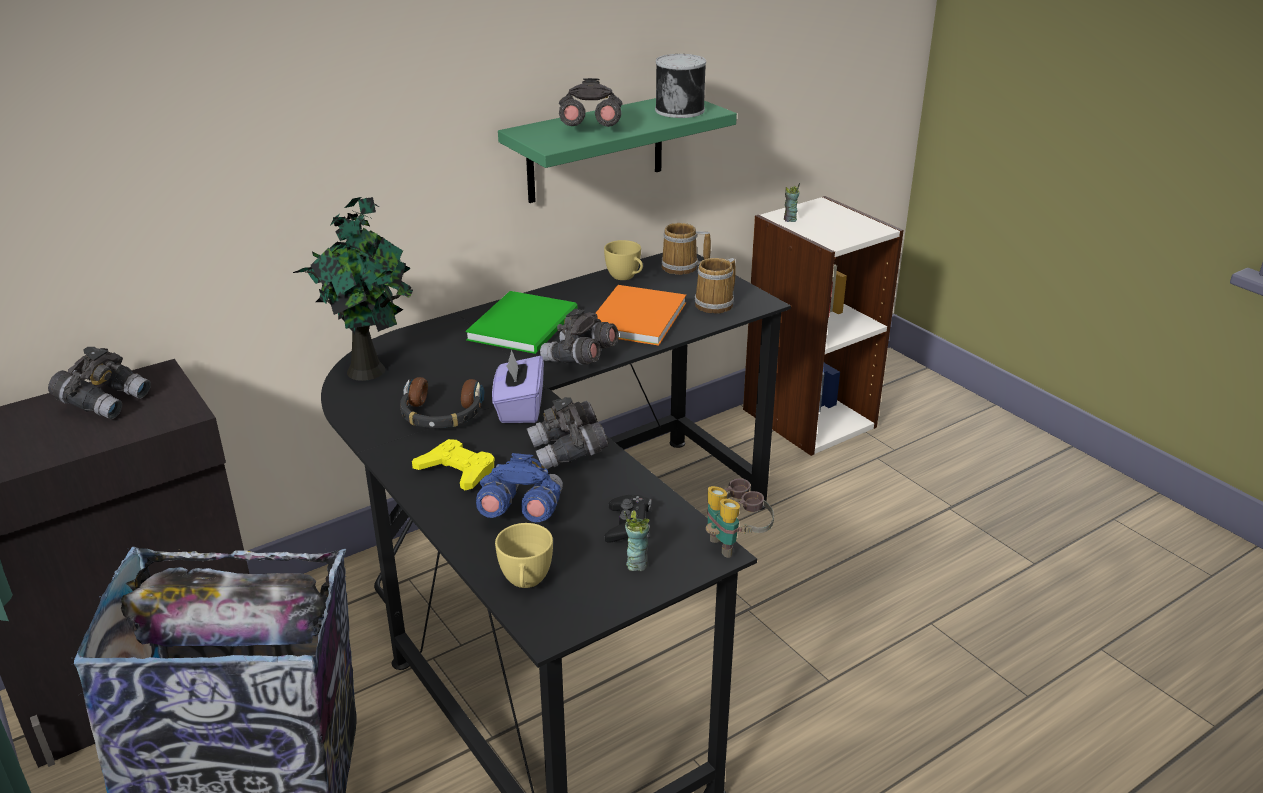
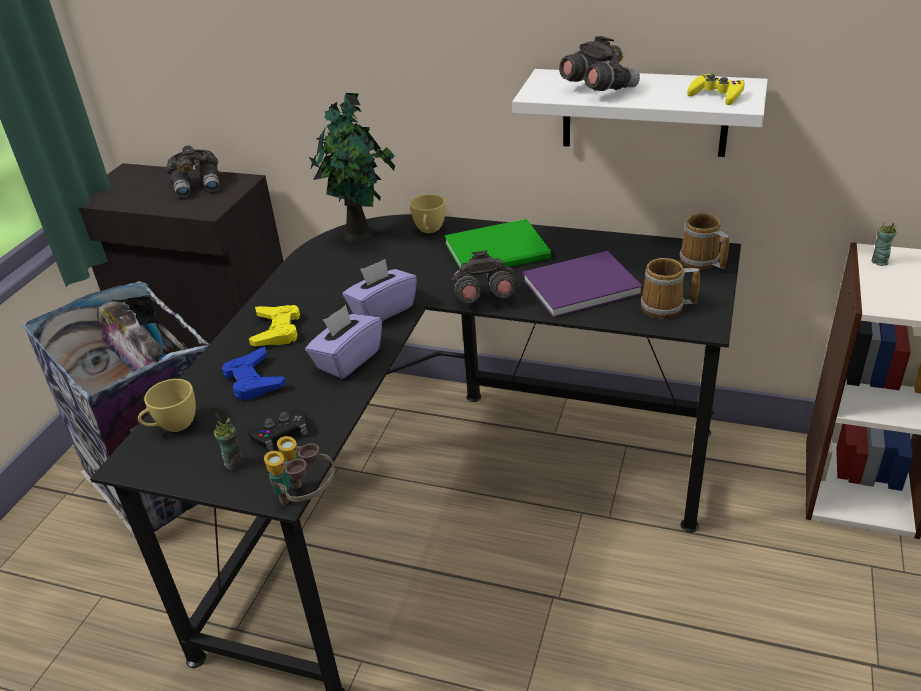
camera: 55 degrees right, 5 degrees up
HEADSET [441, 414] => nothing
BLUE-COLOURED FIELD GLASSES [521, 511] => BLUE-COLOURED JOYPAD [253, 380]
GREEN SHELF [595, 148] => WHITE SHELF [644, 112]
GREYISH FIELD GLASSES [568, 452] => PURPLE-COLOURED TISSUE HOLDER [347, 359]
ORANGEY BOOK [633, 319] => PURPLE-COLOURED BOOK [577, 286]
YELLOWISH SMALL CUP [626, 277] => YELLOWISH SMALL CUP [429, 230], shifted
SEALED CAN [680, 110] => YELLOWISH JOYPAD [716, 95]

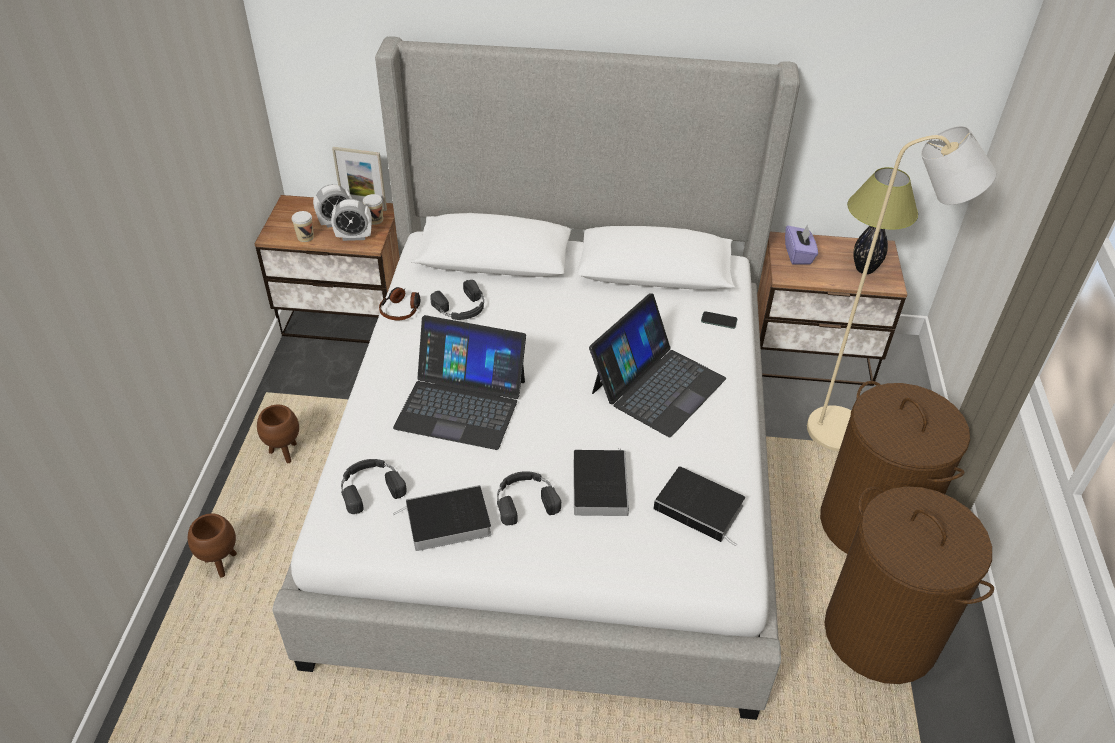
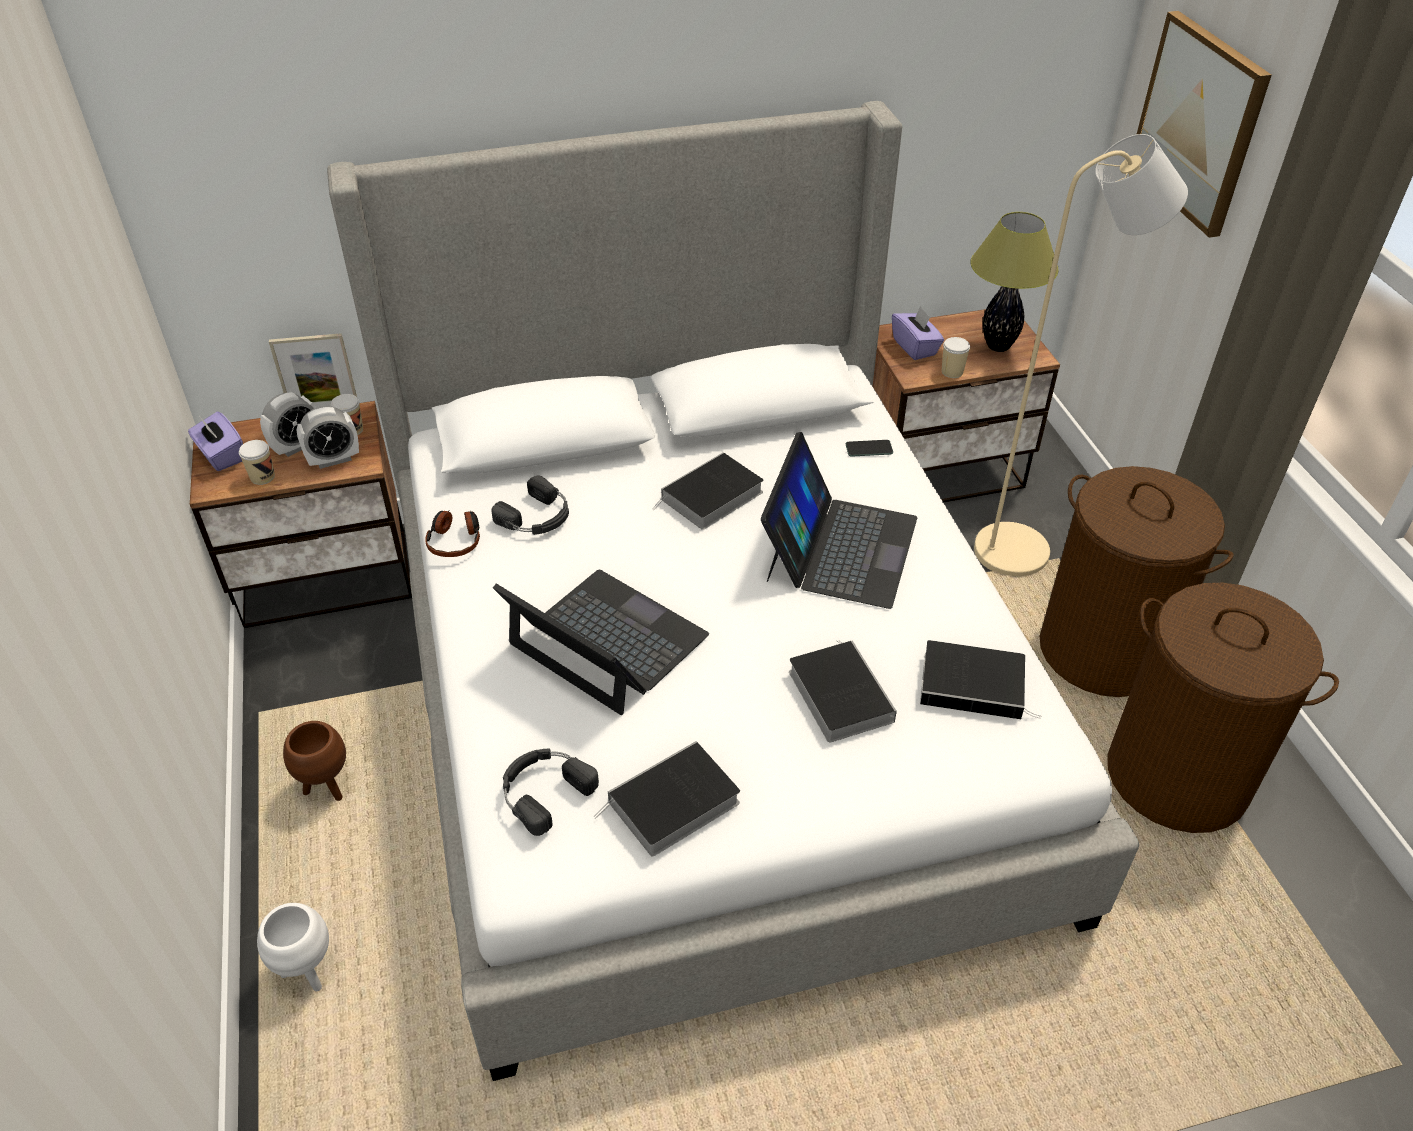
camera: 20 degrees left, 0 degrees up
BROWN PLANTER [221, 564] => WHITE PLANTER [308, 972]
NOTEBOOK COMPUTER [461, 403] => NOTEBOOK COMPUTER [606, 641], 135 degrees counterclockwise
BLACKISH HEADSET [525, 500] => nothing
nothing => PURPLE-COLOURED TISSUE HOLDER [221, 456]
nothing => BOOK [711, 497]
nothing => SMALL CUP [952, 372]
nothing => WALL PICTURE [1199, 123]

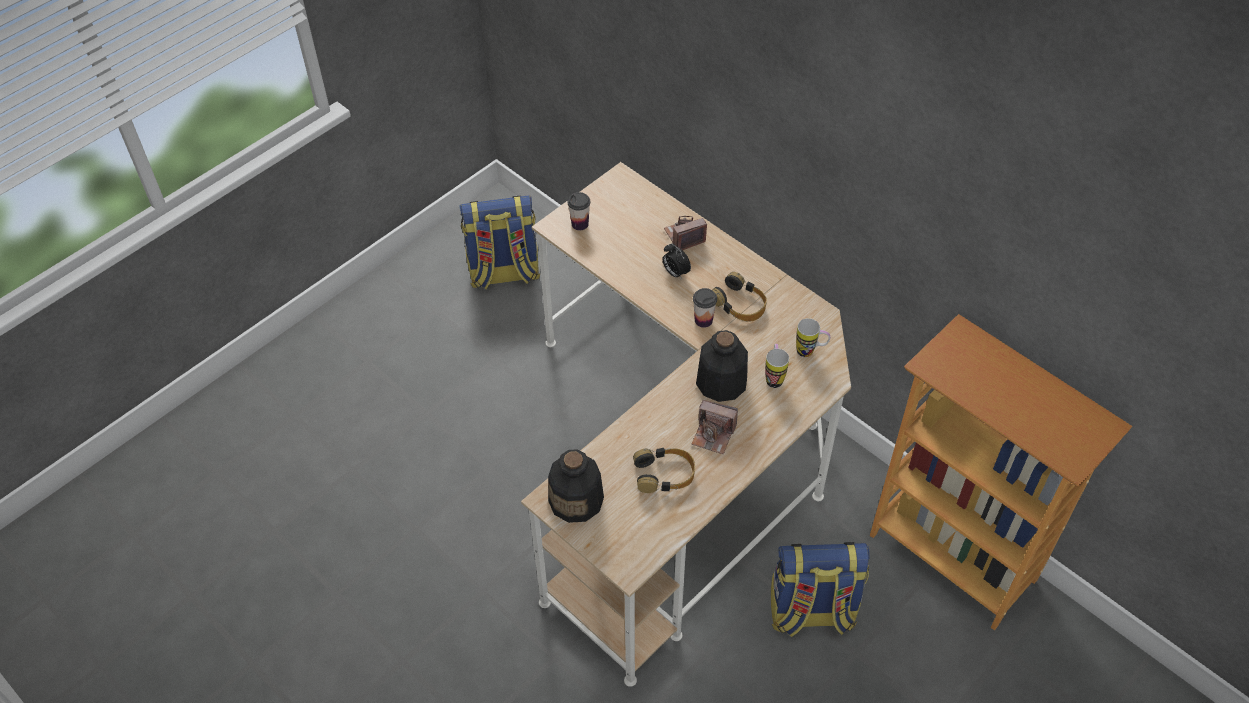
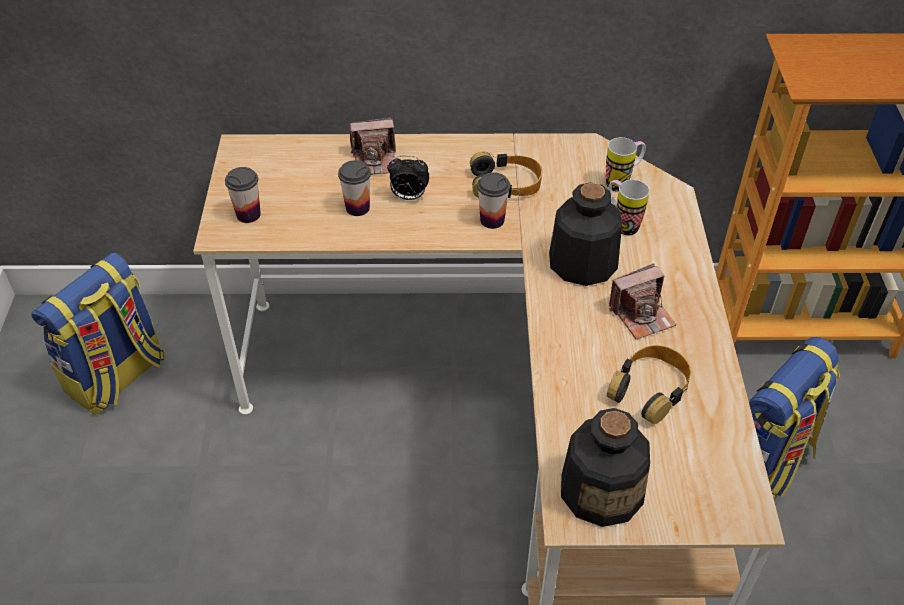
camera: 45 degrees left, 5 degrees down
STILL CAMERA [684, 237] => STILL CAMERA [375, 160], 120 degrees counterclockwise
nothing => SMALL CUP [357, 208]

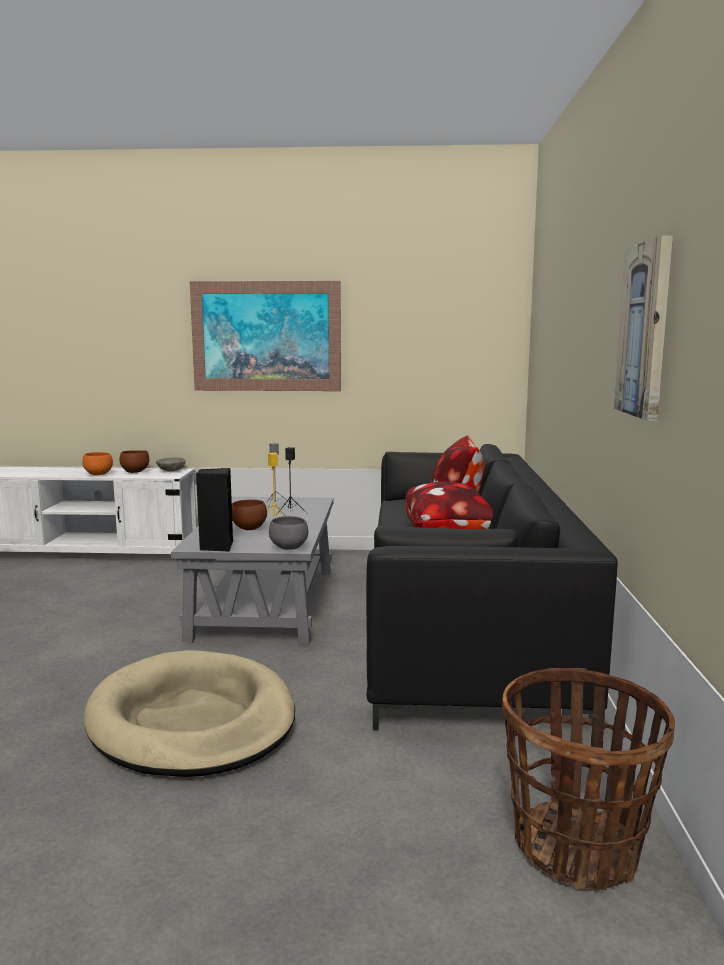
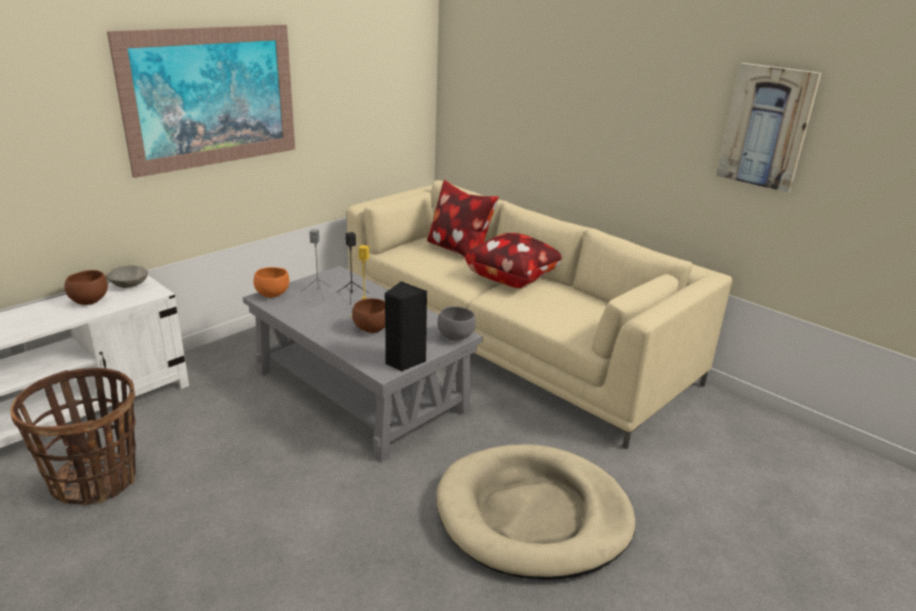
camera: 50 degrees left, 15 degrees up
ORANGEY SERVING BOWL [99, 474] => ORANGEY SERVING BOWL [272, 294], shifted
BLACKISH COUCH [461, 620] => BEIGE-COLOURED COUCH [512, 340]
BASKET [577, 848] => BASKET [95, 480], shifted

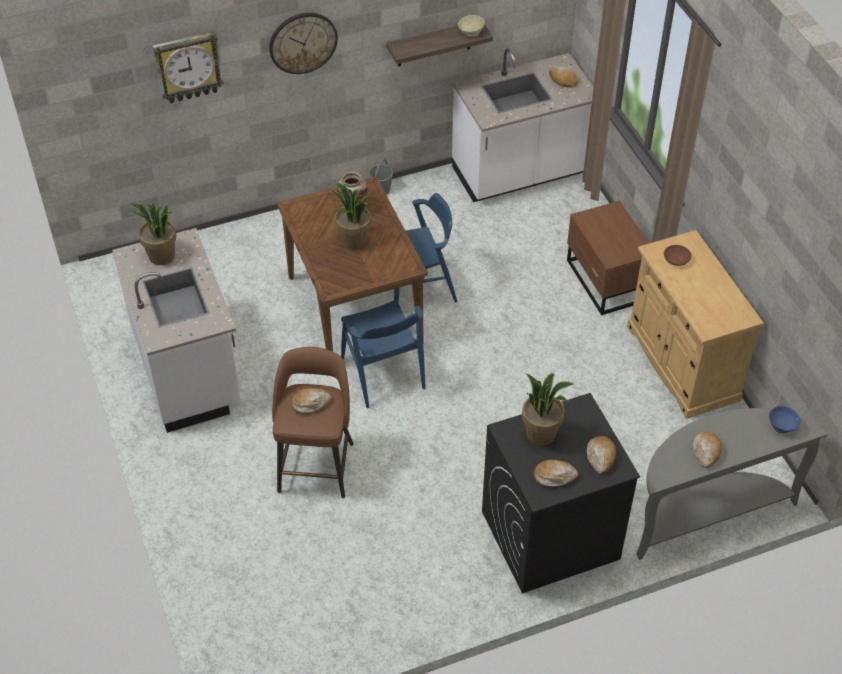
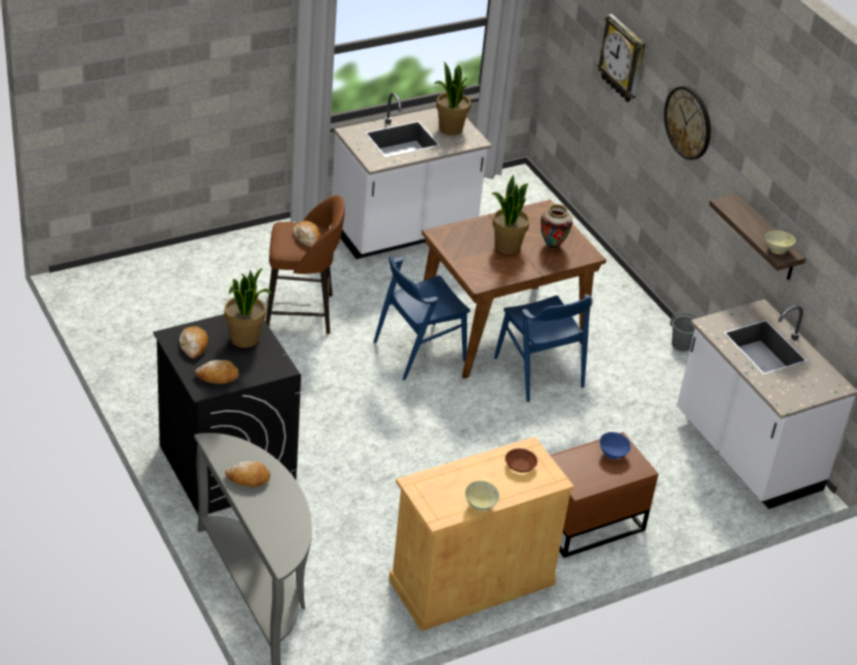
camera: 80 degrees right, 10 degrees down
BREAD [563, 80] => nothing
BLUE-COLOURED SERVING BOWL [782, 427] => BLUE-COLOURED SERVING BOWL [612, 454], shifted
nothing => BEIGE-COLOURED SERVING BOWL [480, 505]

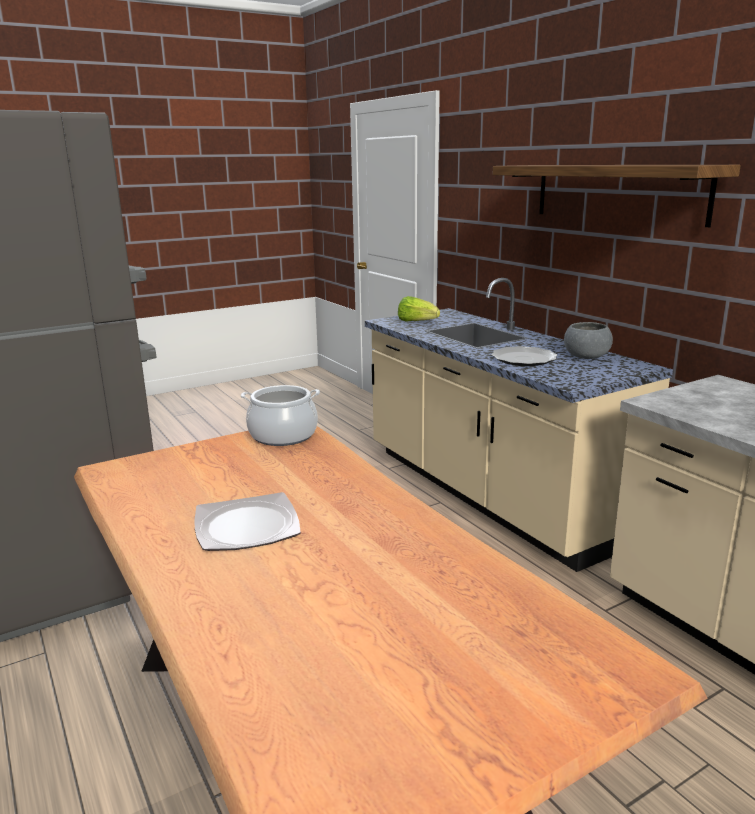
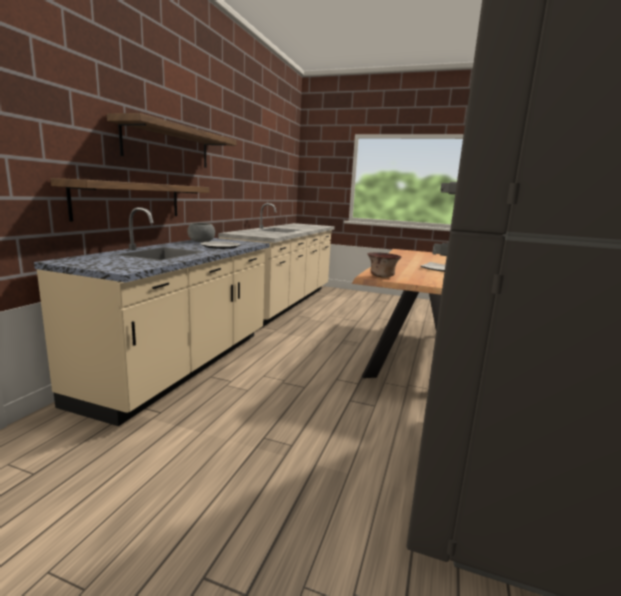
camera: 130 degrees left, 5 degrees down
STOCKPOT [283, 435] => SERVING BOWL [381, 276]
LETTUCE HEAD [416, 322] => nothing
nothing => SHELF [130, 200]

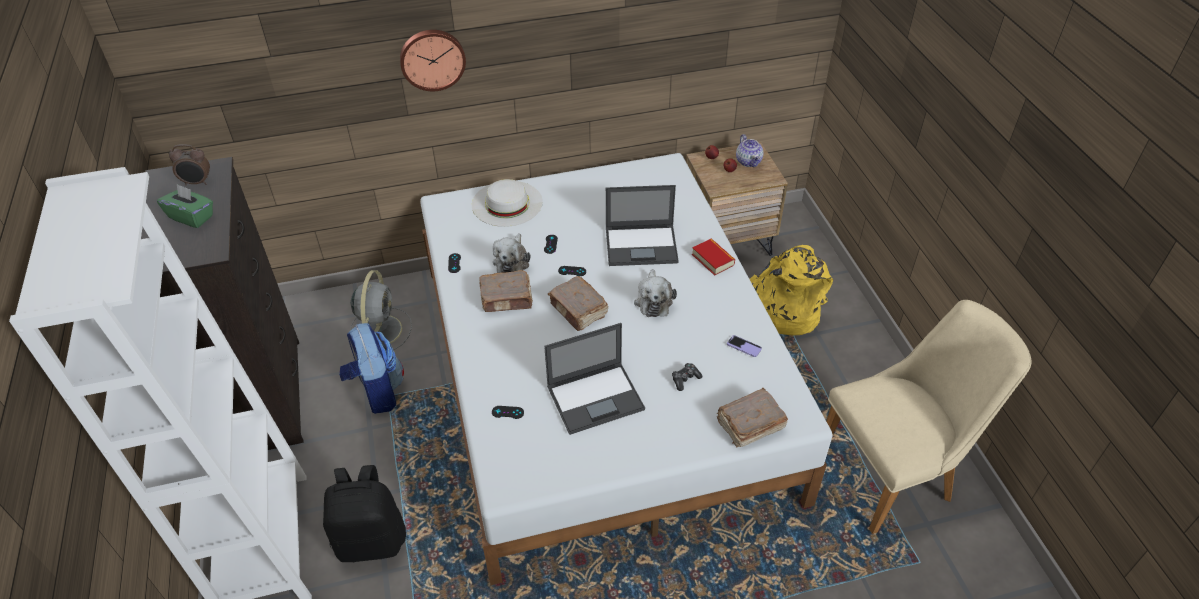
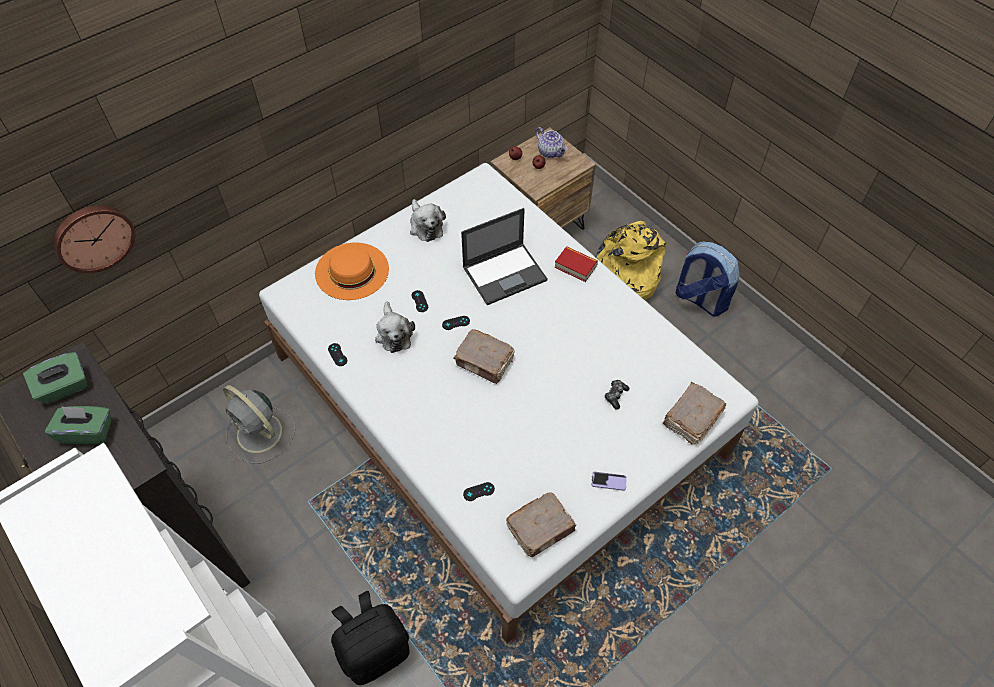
camera: 25 degrees left, 10 degrees up
ALARM CLOCK [197, 182] => GREEN TISSUE HOLDER [64, 387]
KNAPSACK [377, 391] => KNAPSACK [699, 299], shifted
GREYISH FAN [381, 329] => GREYISH FAN [261, 434], 150 degrees clockwise
CLOCK ON THE WALL [432, 59] => CLOCK ON THE WALL [93, 237], shifted
WHITE WEARABLE HAT [507, 203] => ORANGEY WEARABLE HAT [352, 271]
BROWN BOOK [507, 299] => BROWN BOOK [541, 528], shifted
NOTEBOOK COMPUTER [596, 397] => nothing
PLUSH TOY [653, 300] => PLUSH TOY [425, 226], shifted
PHONE [744, 347] => PHONE [608, 481], shifted
BEIGE-COLOURED UPRIGHT CHAIR [896, 472] => nothing

